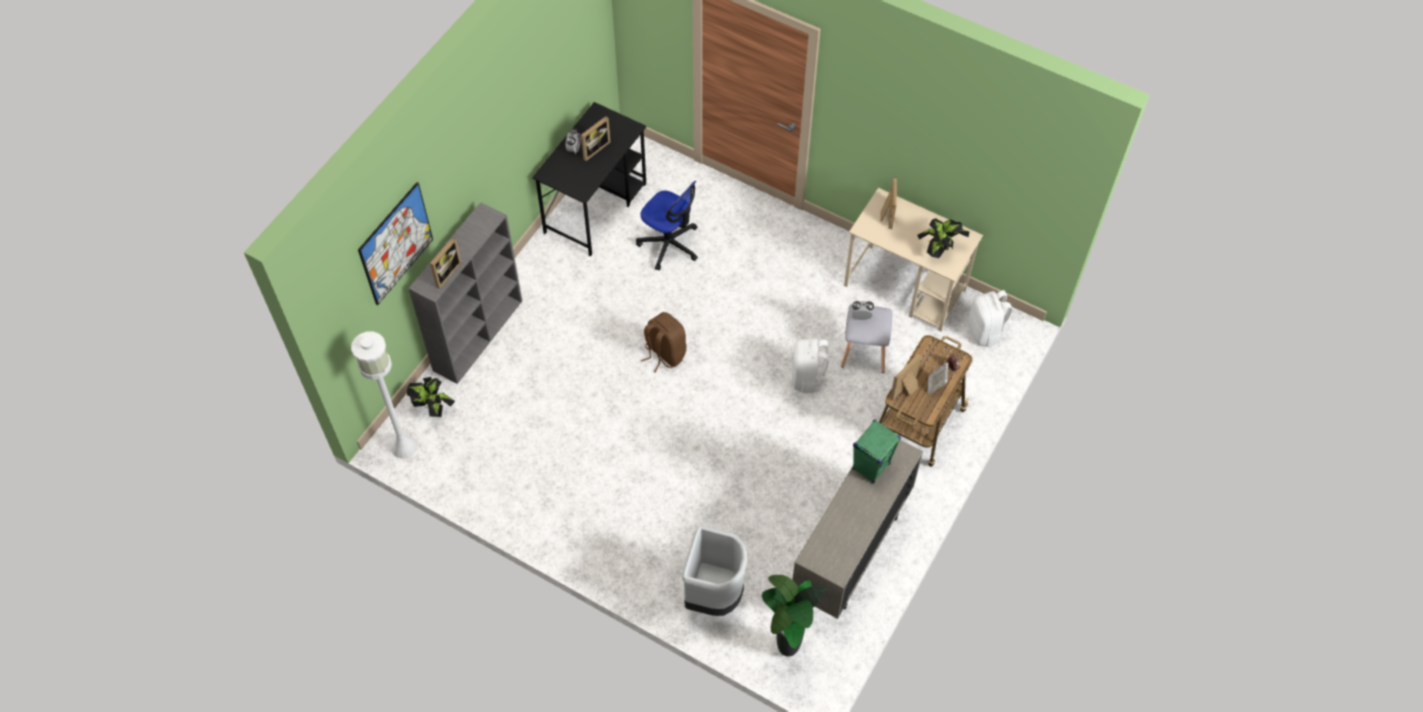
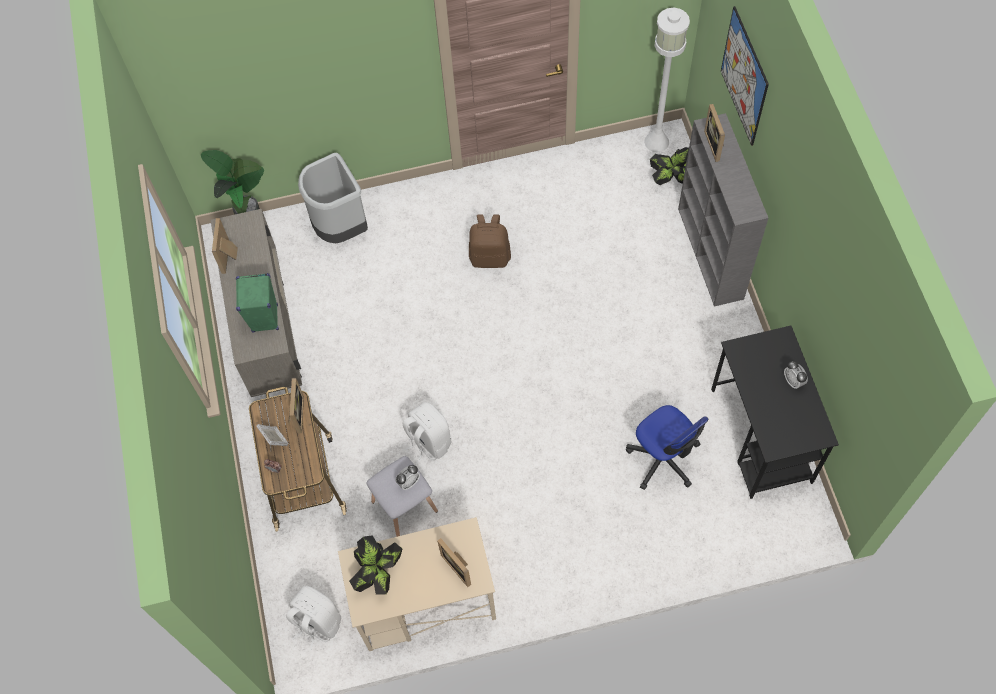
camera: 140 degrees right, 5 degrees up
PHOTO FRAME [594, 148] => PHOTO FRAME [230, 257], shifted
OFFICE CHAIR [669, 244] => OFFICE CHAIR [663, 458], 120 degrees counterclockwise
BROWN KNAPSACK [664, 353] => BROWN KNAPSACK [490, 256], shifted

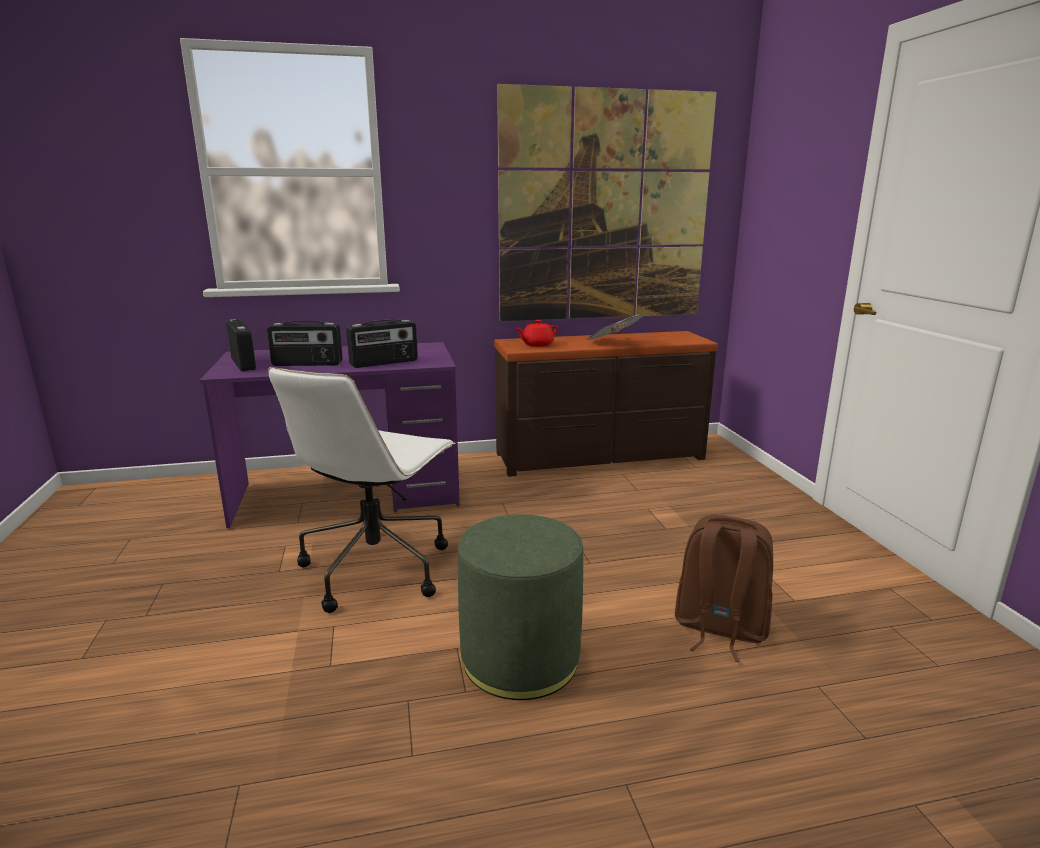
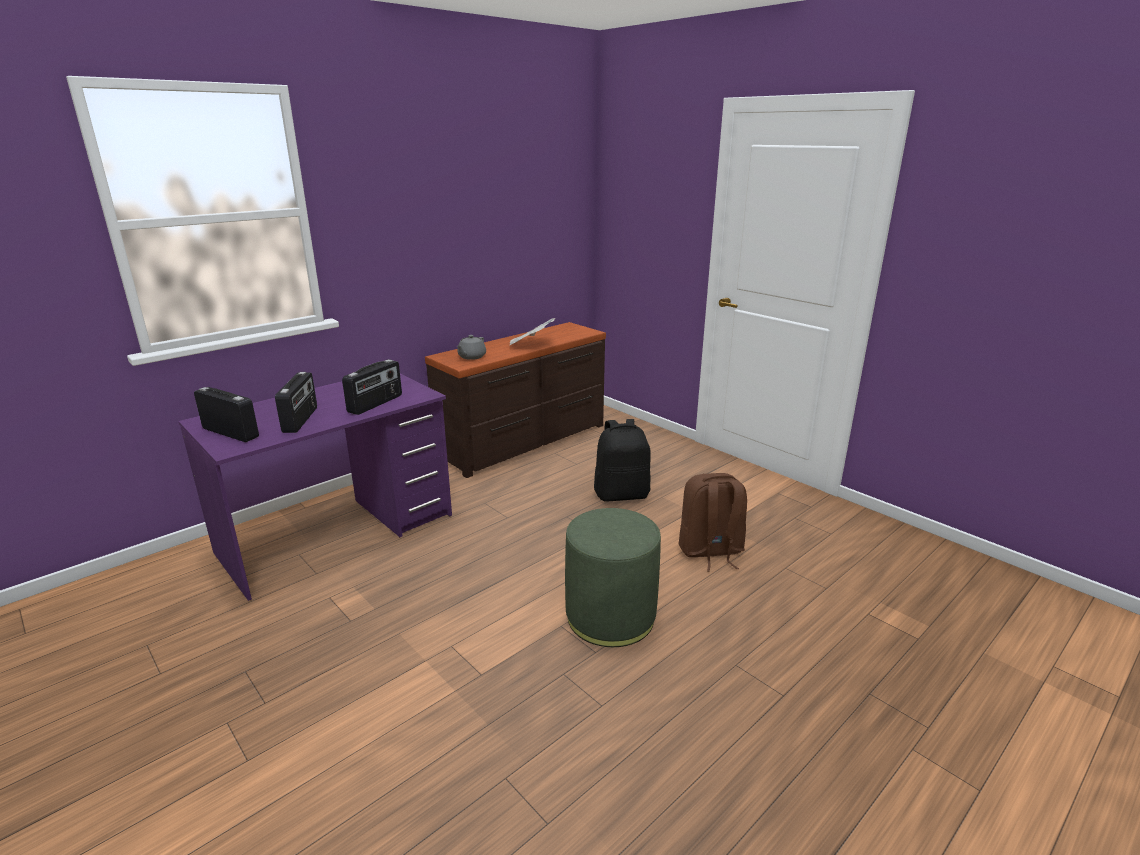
camera: 30 degrees left, 5 degrees up
RADIO RECEIVER [307, 364] => RADIO RECEIVER [301, 420], 60 degrees counterclockwise
WHITE OFFICE CHAIR [376, 567] => nothing
WALL PICTURE [605, 209] => nothing
RED-COLOURED TEAPOT [537, 344] => GREYISH TEAPOT [471, 357]
nothing => BLACKISH KNAPSACK [622, 494]

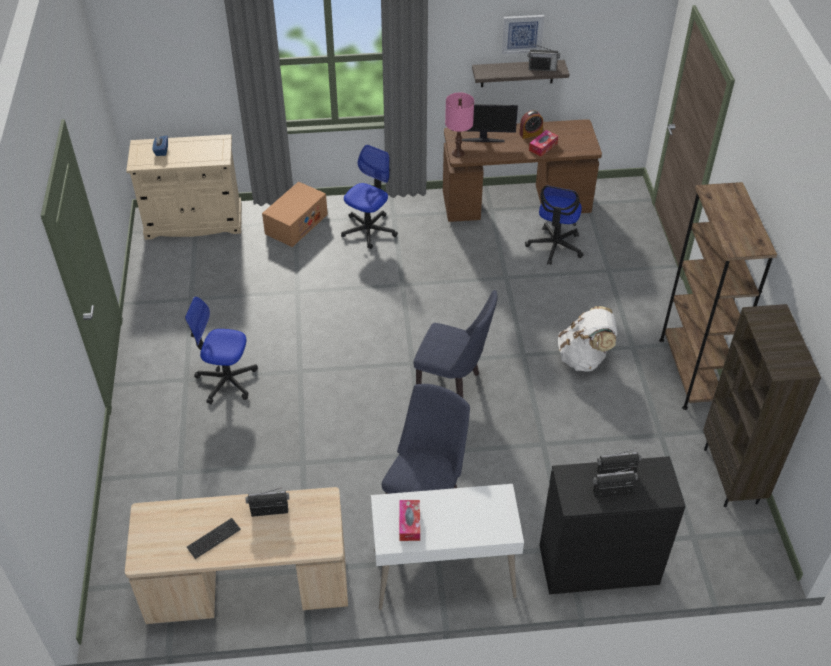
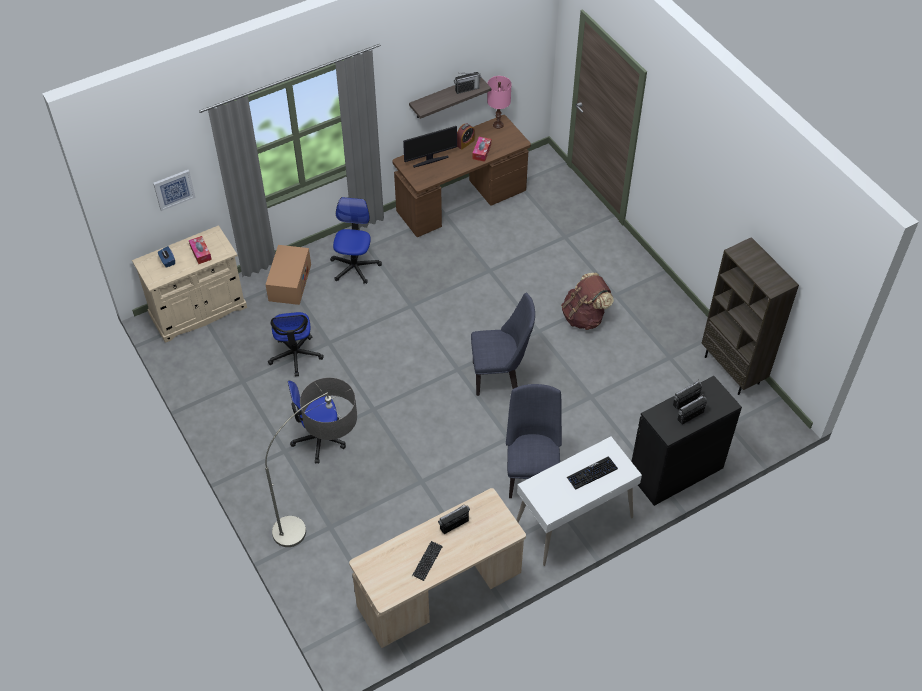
camera: 25 degrees left, 5 degrees up
TISSUE HOLDER [409, 523] => TISSUE HOLDER [200, 253], shifted
PINKISH TABLETOP LAMP [458, 153] => PINKISH TABLETOP LAMP [498, 125], shifted
WALL PICTURE [522, 33] => WALL PICTURE [174, 189], shifted
OFFICE CHAIR [555, 246] => OFFICE CHAIR [295, 355], shifted
WHITE KNAPSACK [584, 358] => BROWN KNAPSACK [584, 317]
BROWN BOOKCASE [690, 371] => nothing
nothing => STANDARD LAMP [325, 512]
nothing => PC KEYBOARD [592, 473]

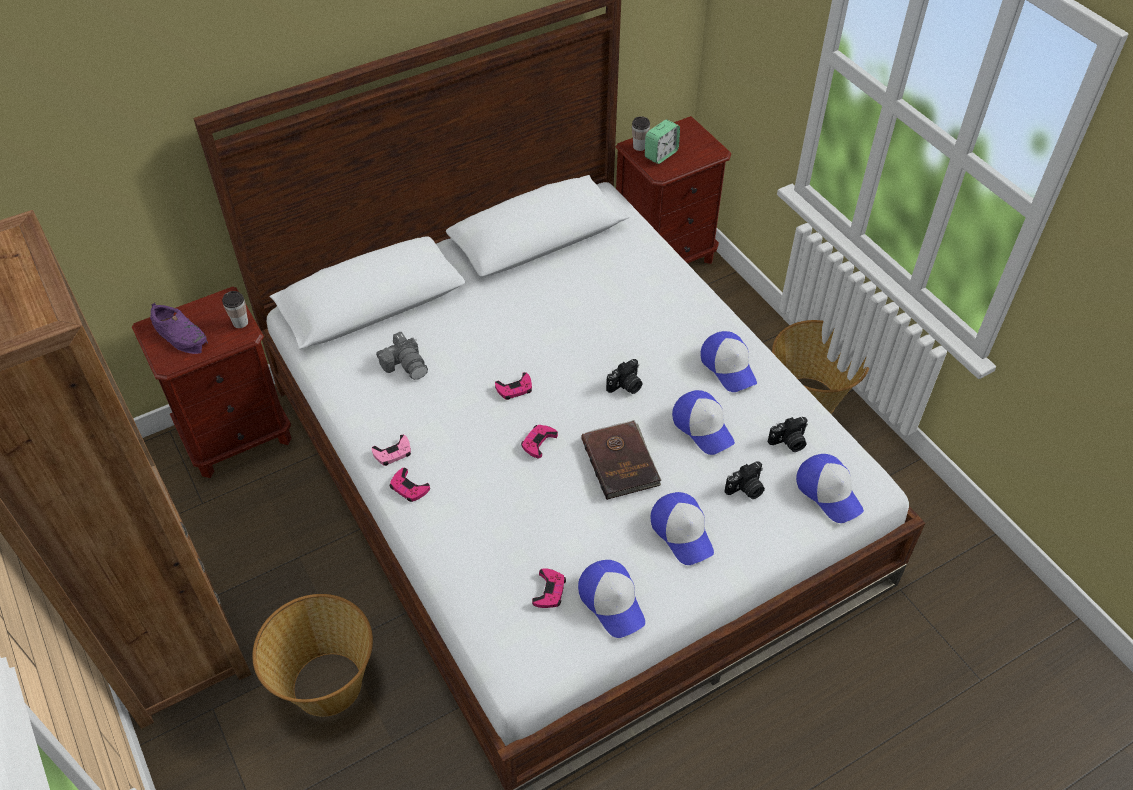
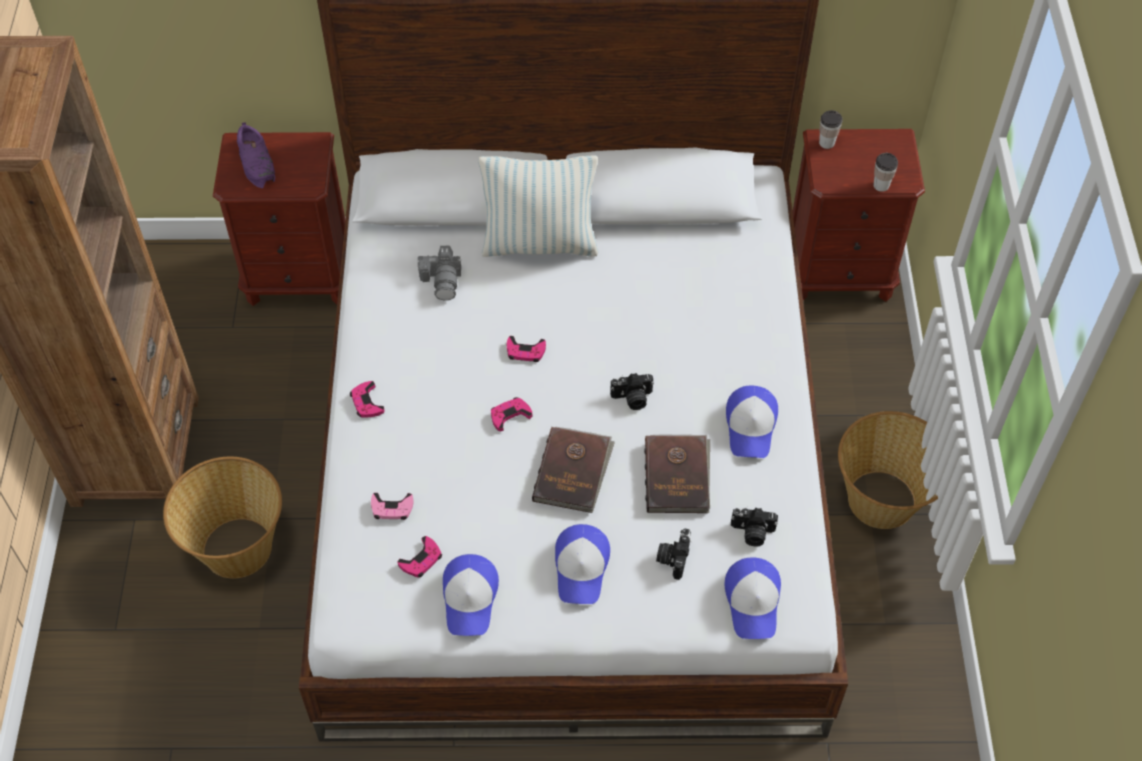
camera: 30 degrees right, 5 degrees up
SMALL CUP [240, 322] => SMALL CUP [881, 185], shifted
PINKISH JOYPAD [393, 453] => PINKISH JOYPAD [392, 508], shifted
ALARM CLOCK [661, 154] => nothing
PEAKED CAP [703, 427] => BROWN BOOK [678, 476]
STILL CAMERA [746, 489] => STILL CAMERA [673, 558], 105 degrees clockwise
nothing => CUSHION [540, 243]

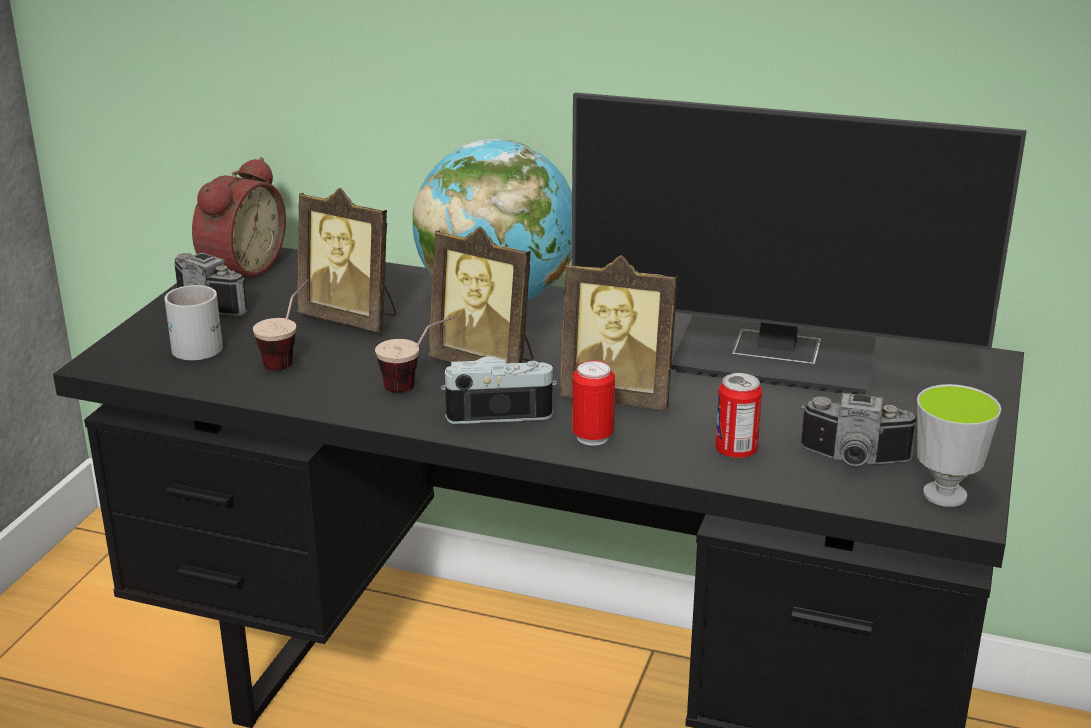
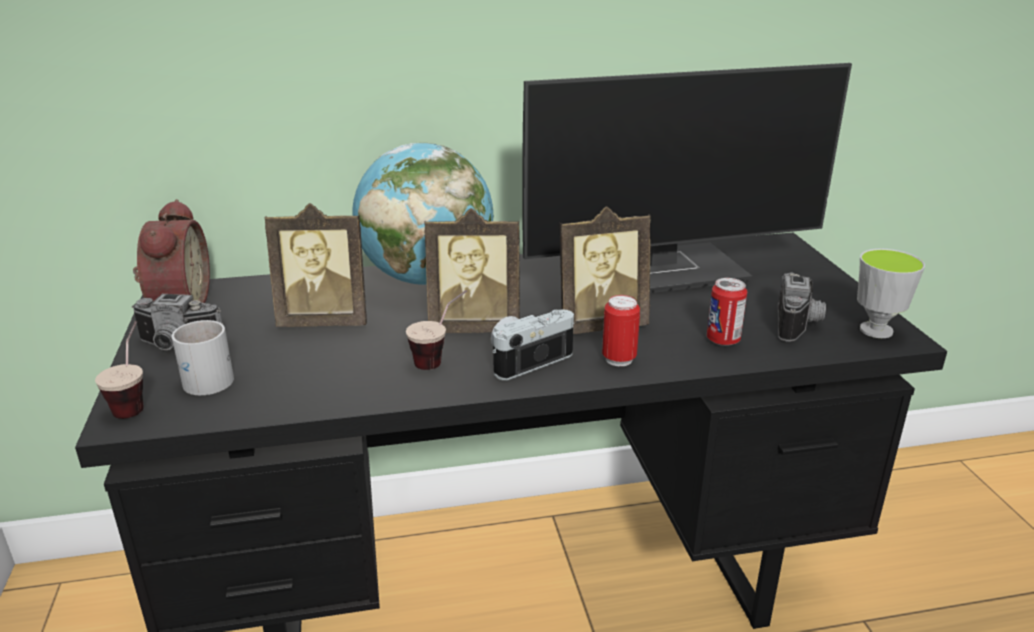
camera: 30 degrees left, 0 degrees up
SMALL CUP [289, 357] => SMALL CUP [135, 401], shifted
STILL CAMERA [854, 461] => STILL CAMERA [799, 325], 60 degrees counterclockwise

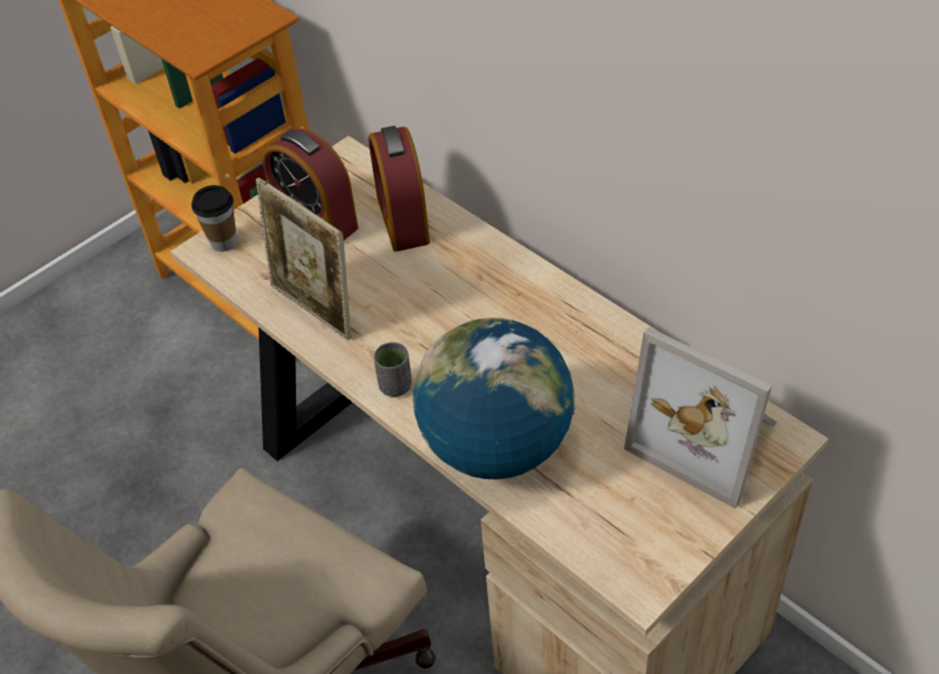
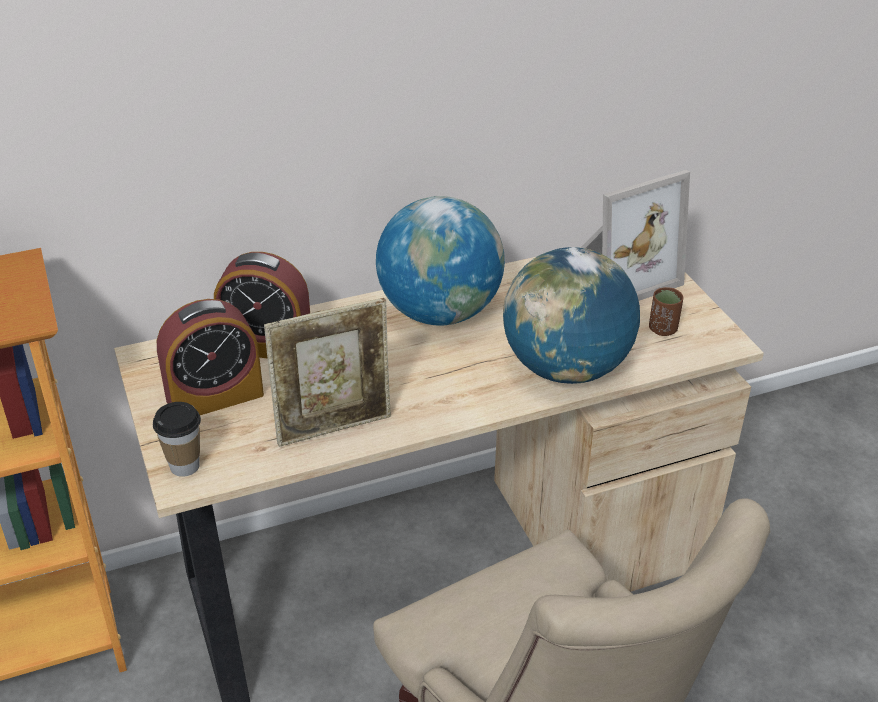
camera: 70 degrees left, 10 degrees down
GREYISH SMALL CUP [396, 386] => nothing
nothing => DESK GLOBE [440, 312]
nothing => BROWN SMALL CUP [663, 329]

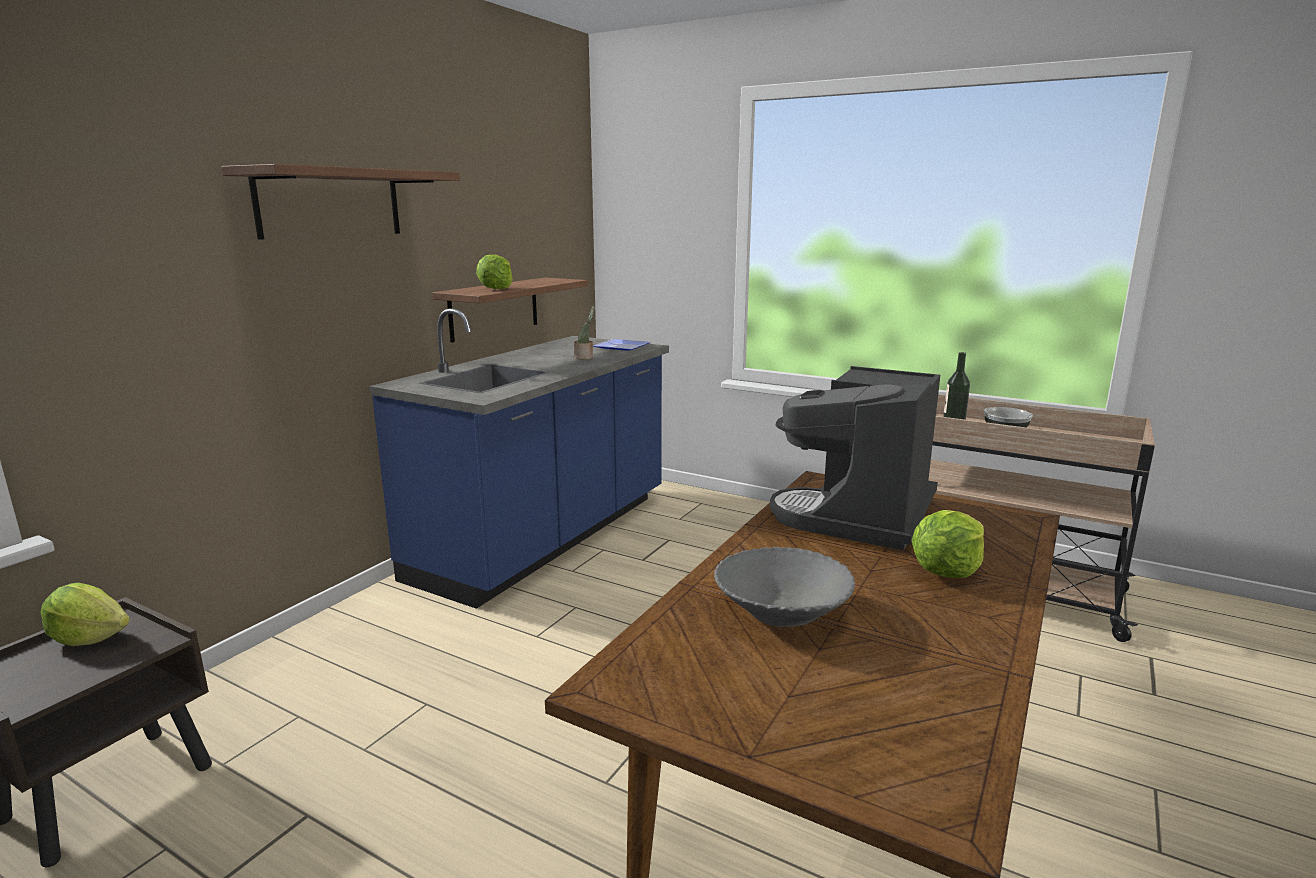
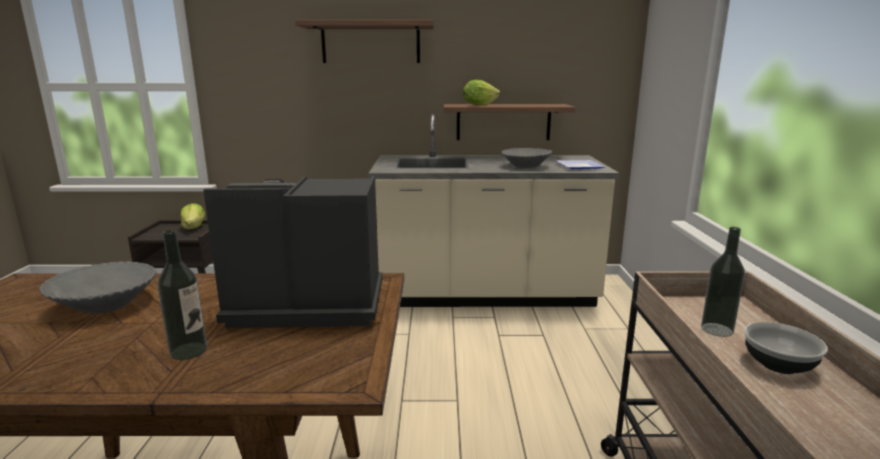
camera: 60 degrees right, 0 degrees up
BLUE-COLOURED KITCHEN BASE UNIT [546, 537] => BEIGE-COLOURED KITCHEN BASE UNIT [485, 295]
POTTED PLANT [585, 357] => GREYISH SERVING BOWL [525, 166]
LETTUCE HEAD [947, 570] => DRINK BOTTLE [188, 351]

